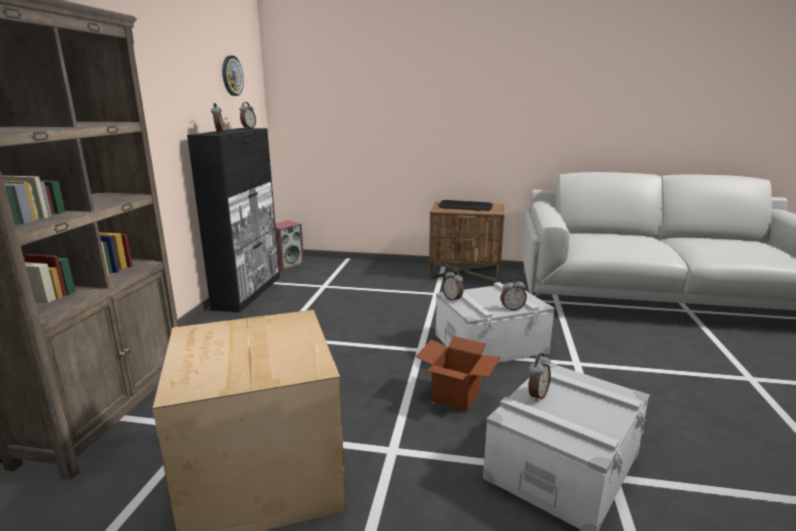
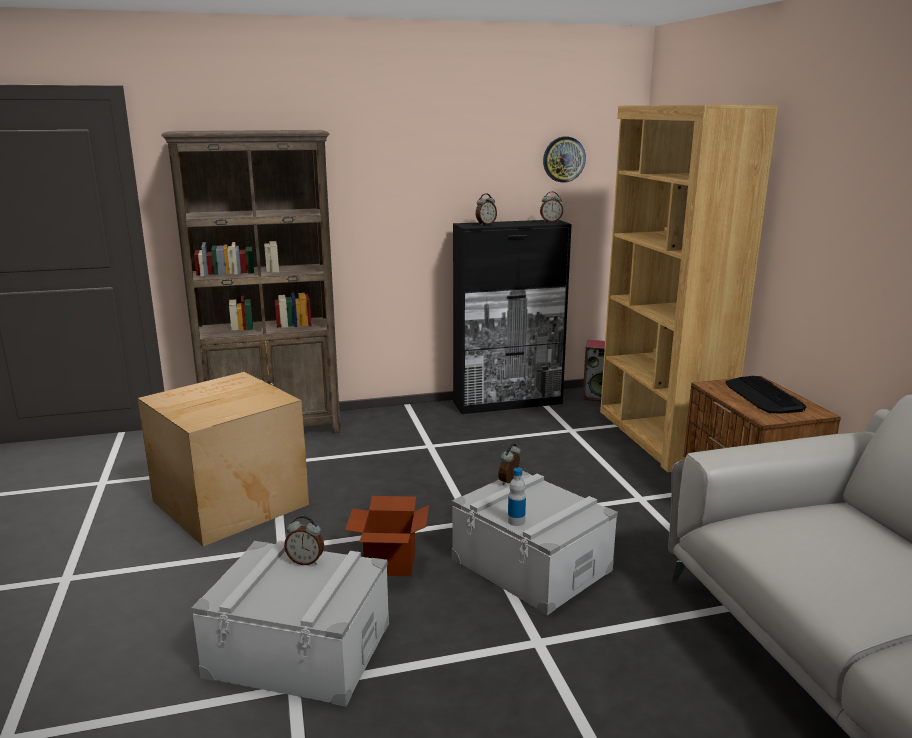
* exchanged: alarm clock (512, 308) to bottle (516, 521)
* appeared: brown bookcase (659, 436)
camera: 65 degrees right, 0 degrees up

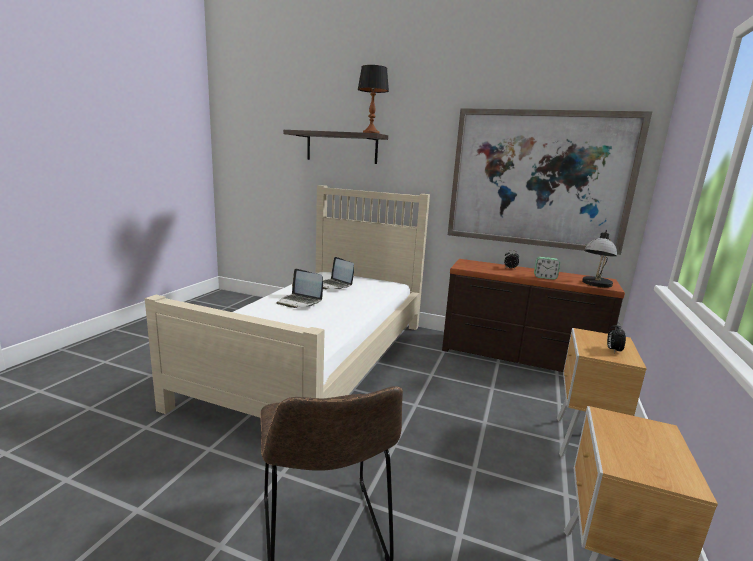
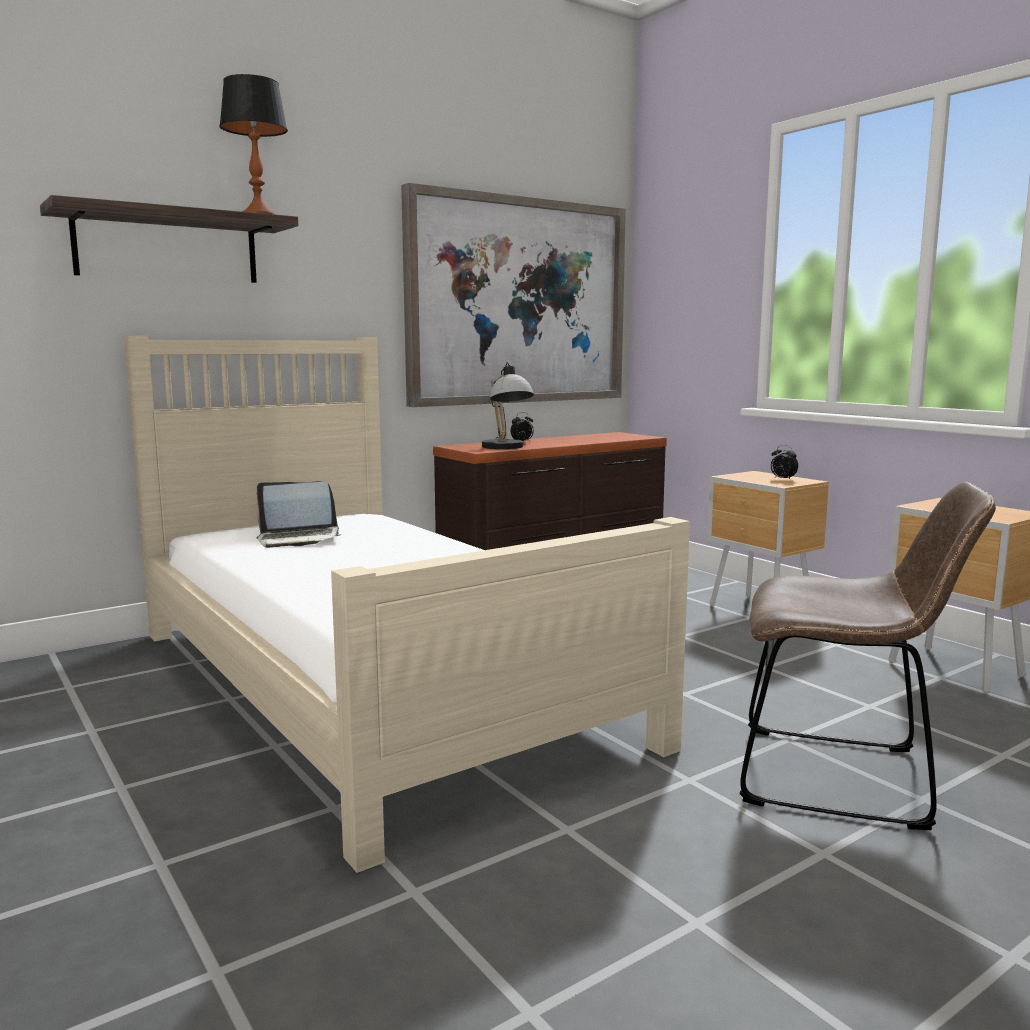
* relocated: table lamp (595, 285) to (506, 448)
* missing: alarm clock (545, 277)
* missing: laptop (300, 302)
camera: 55 degrees left, 5 degrees down

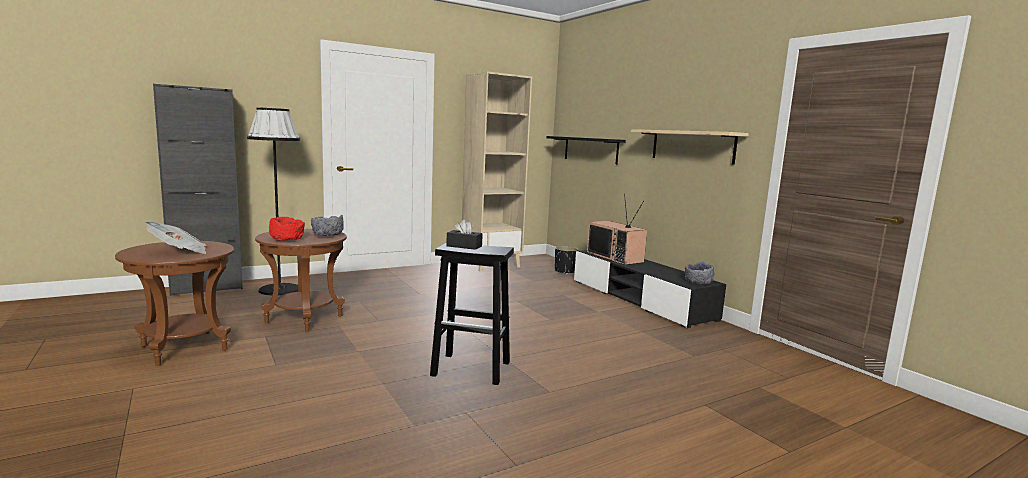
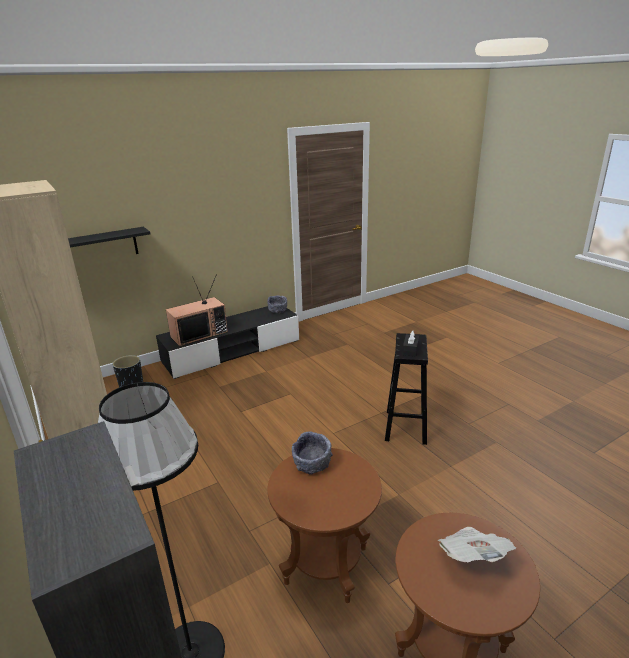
* missing: beige shelf (692, 146)
* missing: red bowl (287, 239)
camera: 90 degrees left, 15 degrees up

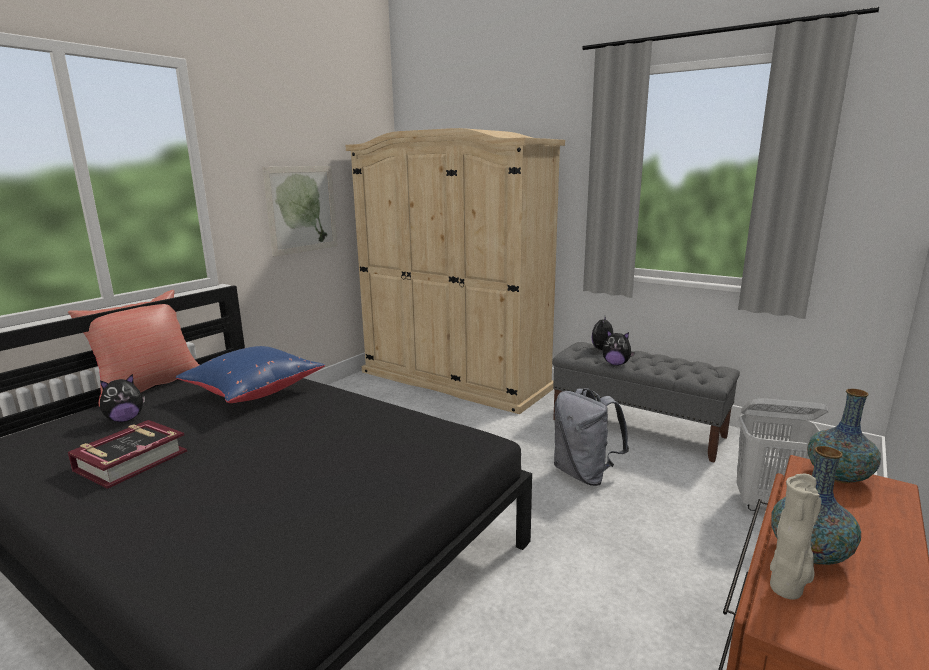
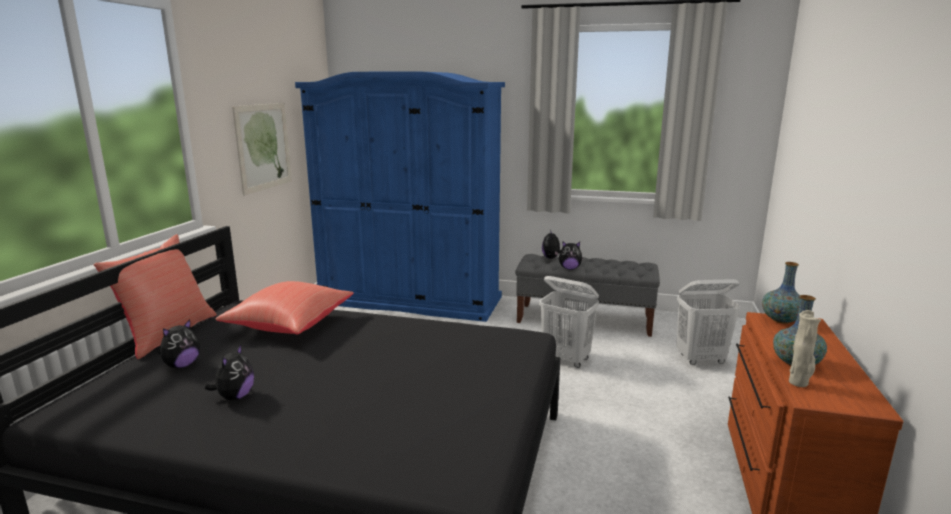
* colour: beige wardrobe (455, 379) to blue wardrobe (409, 300)
* colour: blue pillow (253, 392) to red pillow (289, 325)
* exchanged: grey backpack (584, 474) to white laundry basket (566, 359)
* exchanged: book (131, 461) to plush toy (235, 397)
camera: 20 degrees left, 0 degrees up

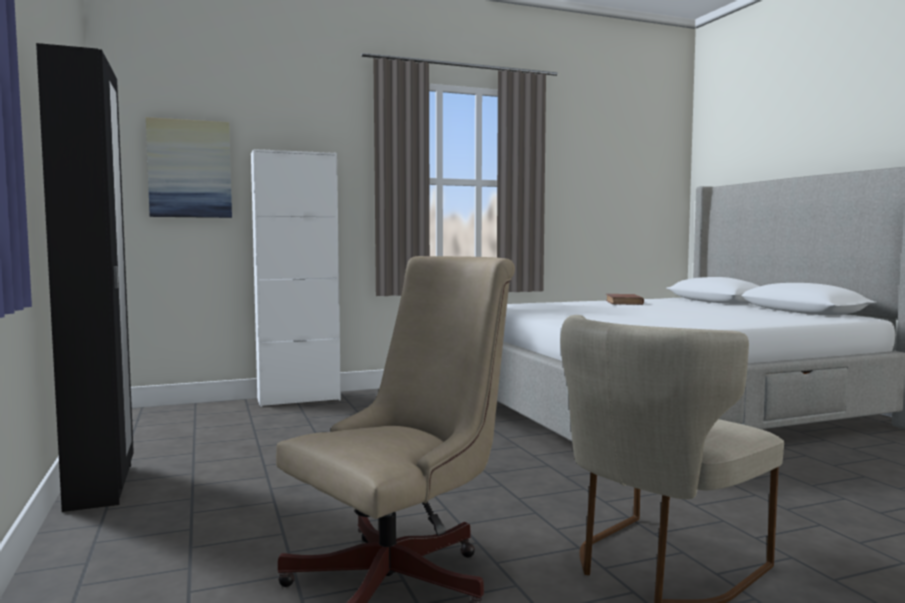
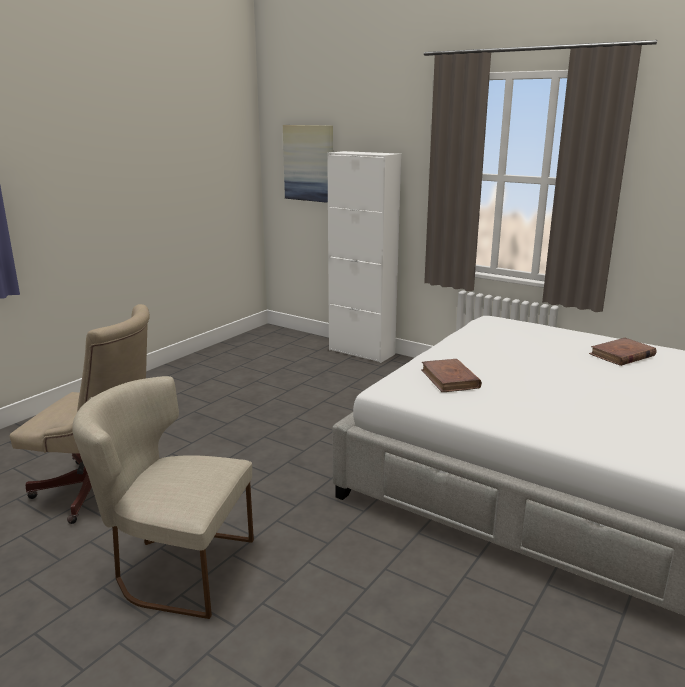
* missing: black wardrobe (101, 486)
* appeared: brown book (450, 379)
camera: 55 degrees right, 15 degrees up

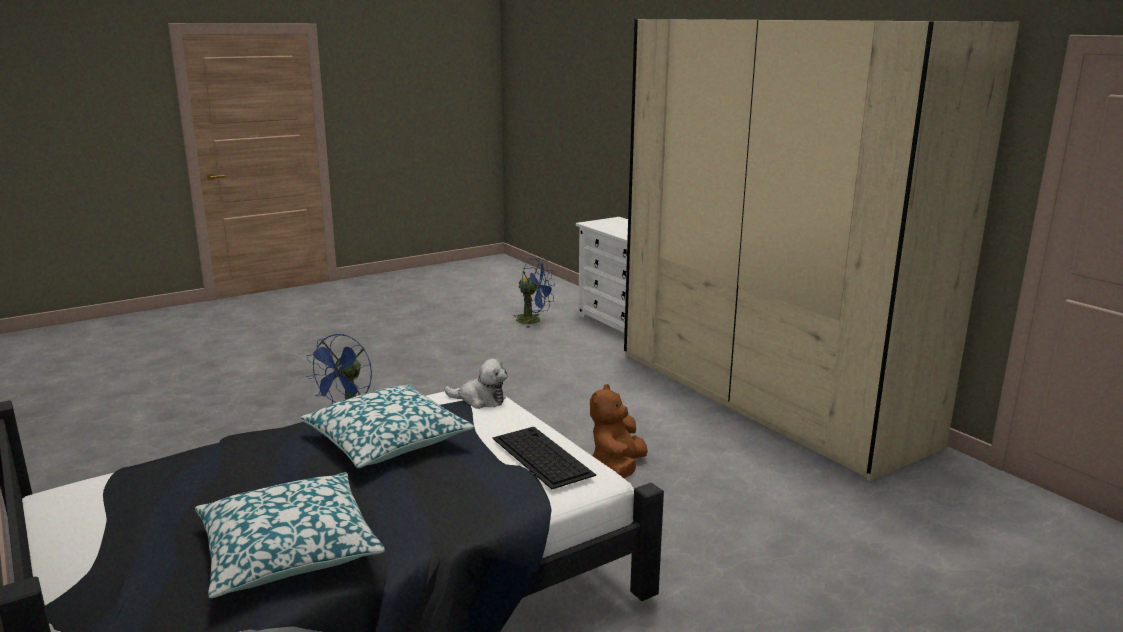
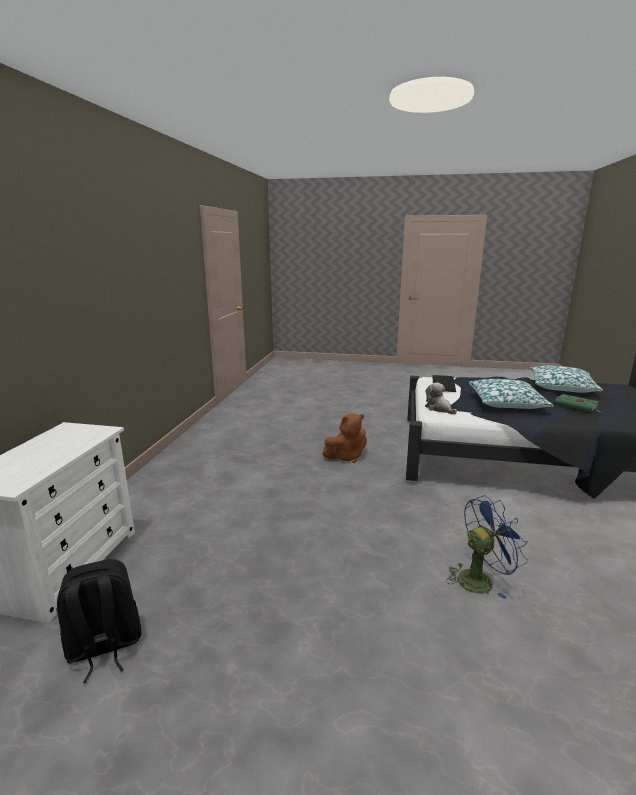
* missing: beige wardrobe (767, 397)
* exchanged: blue fan (534, 321) to black backpack (104, 647)
* appeared: green book (577, 406)
camera: 135 degrees left, 0 degrees up

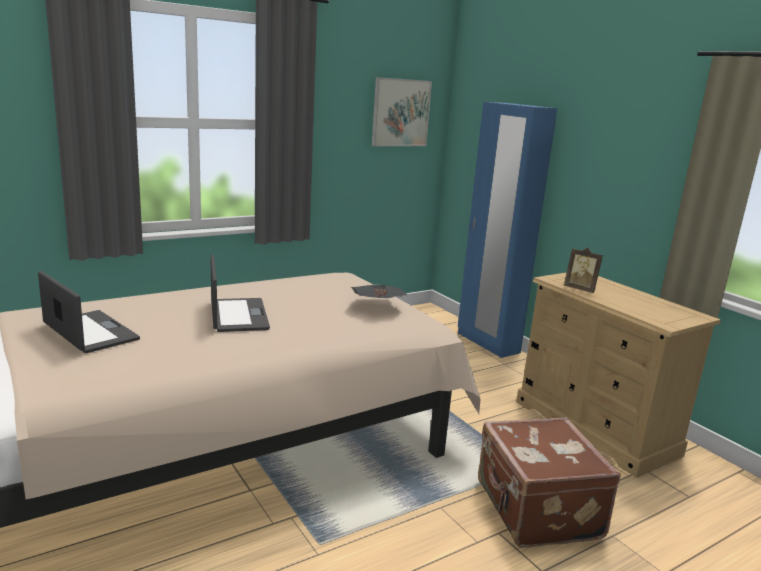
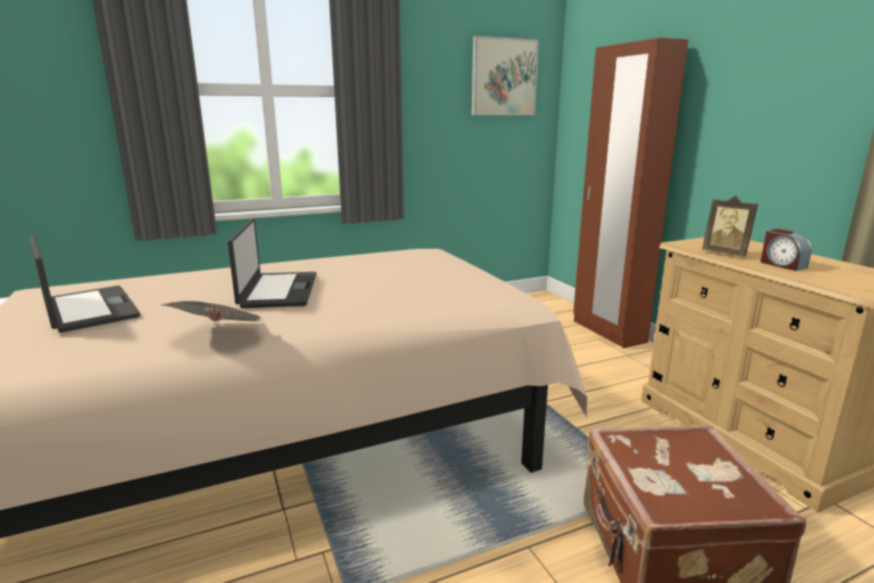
* colour: blue wardrobe (487, 343) to brown wardrobe (608, 331)
* relocated: newspaper (378, 306) to (222, 336)
* appeared: alarm clock (782, 265)
camera: 10 degrees right, 0 degrees up

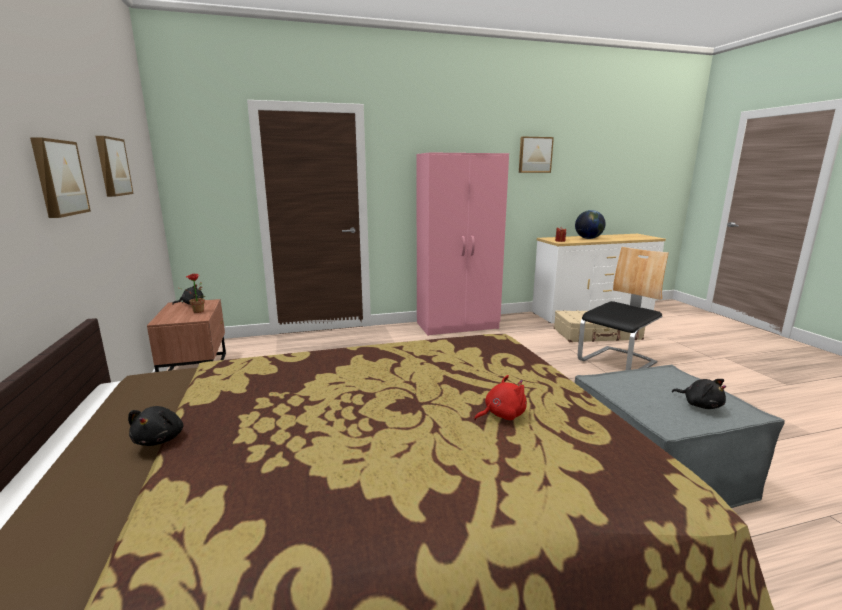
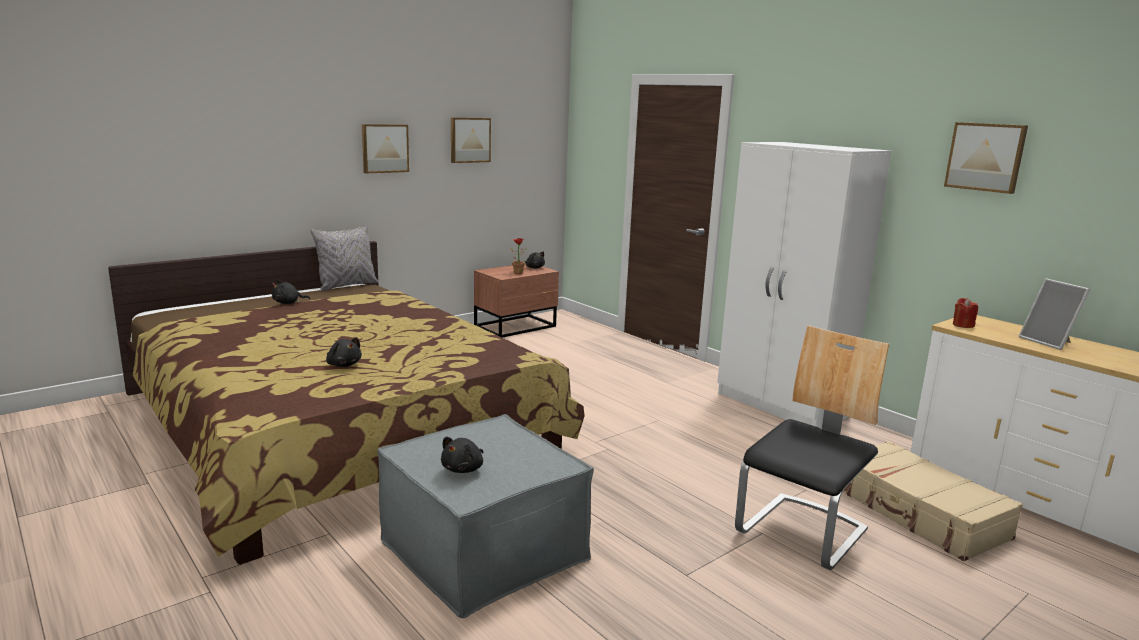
* colour: pink wardrobe (458, 326) to white wardrobe (781, 405)
* exchanged: globe (588, 238) to picture frame (1049, 342)
* spun: chair (617, 362) = (802, 532) 75 degrees counterclockwise
* colour: red plush toy (502, 415) to black plush toy (343, 365)
* appeared: grey pillow (346, 286)
camera: 65 degrees right, 0 degrees up

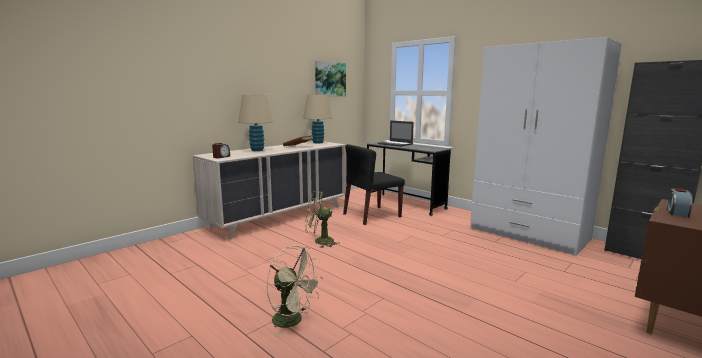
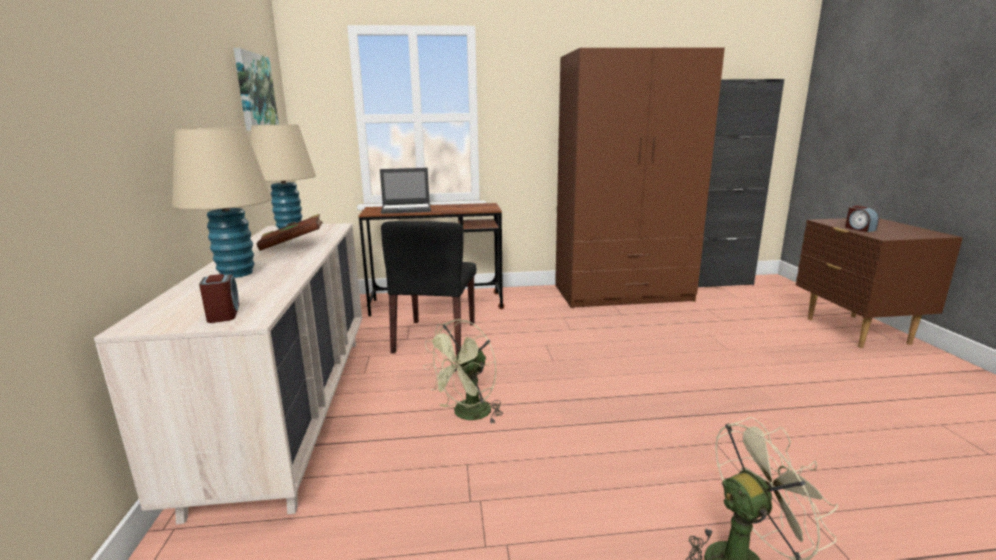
* colour: white wardrobe (528, 234) to brown wardrobe (623, 293)
* colour: grey desk (405, 204) to brown desk (436, 304)
camera: 50 degrees left, 5 degrees up

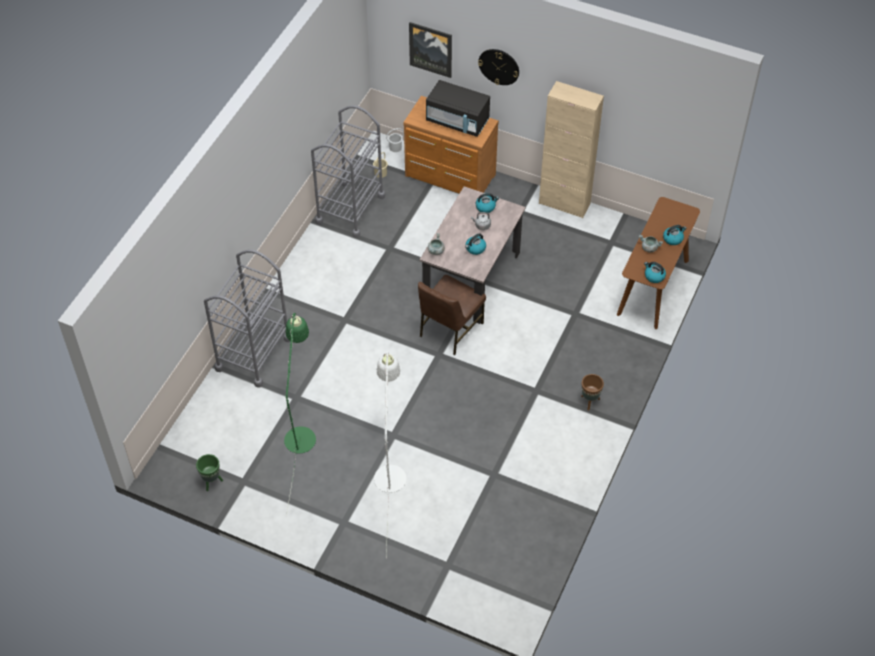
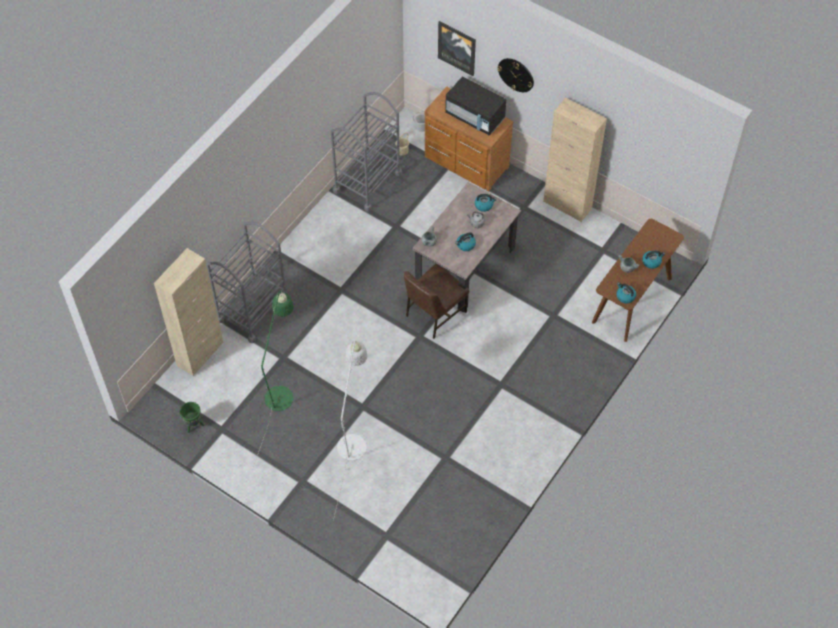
* missing: brown planter (590, 402)
* appeared: beige cabinet (200, 354)
camera: 10 degrees right, 5 degrees up

